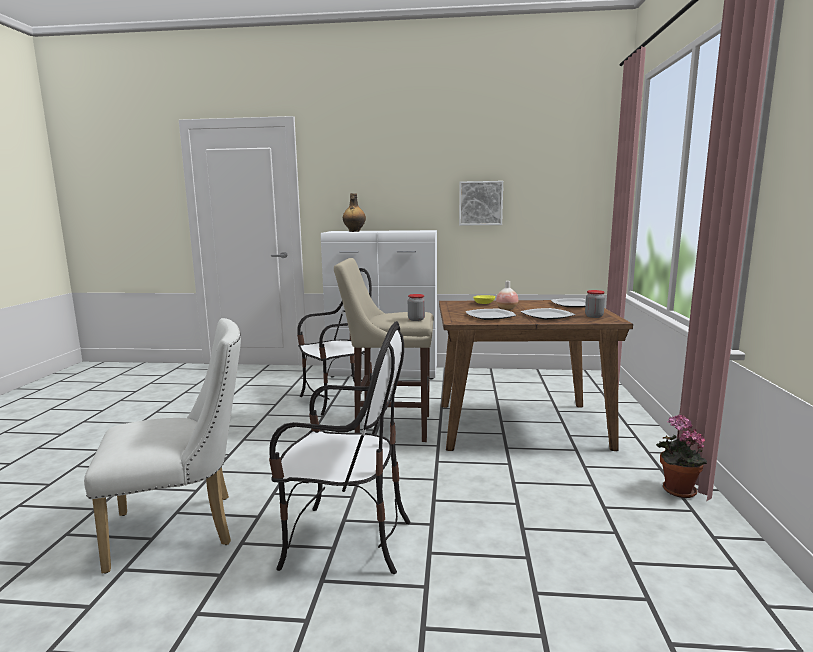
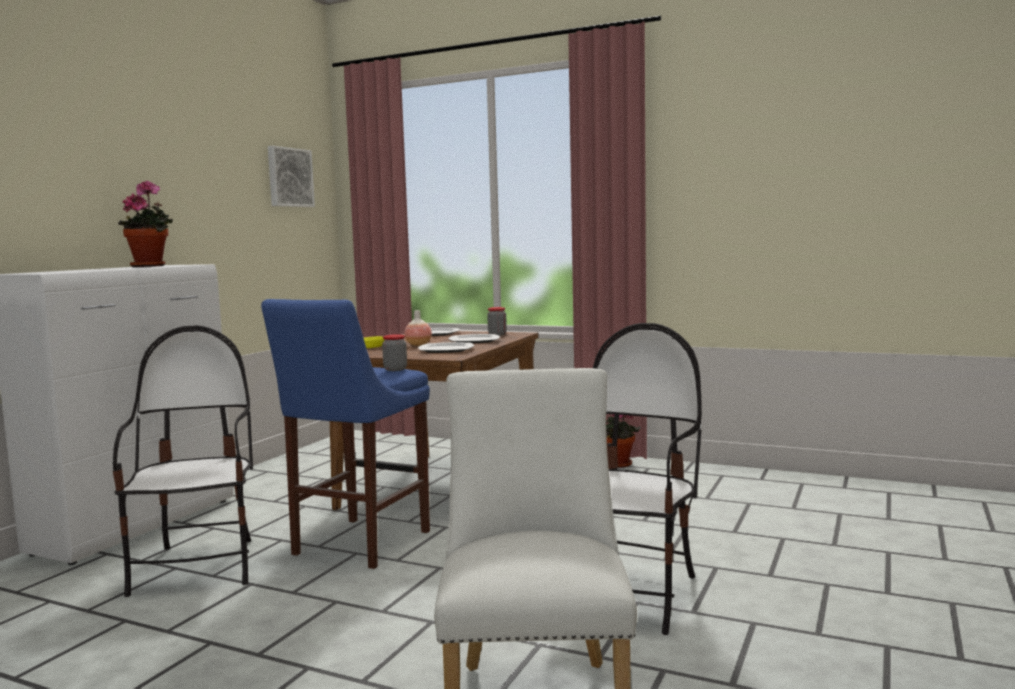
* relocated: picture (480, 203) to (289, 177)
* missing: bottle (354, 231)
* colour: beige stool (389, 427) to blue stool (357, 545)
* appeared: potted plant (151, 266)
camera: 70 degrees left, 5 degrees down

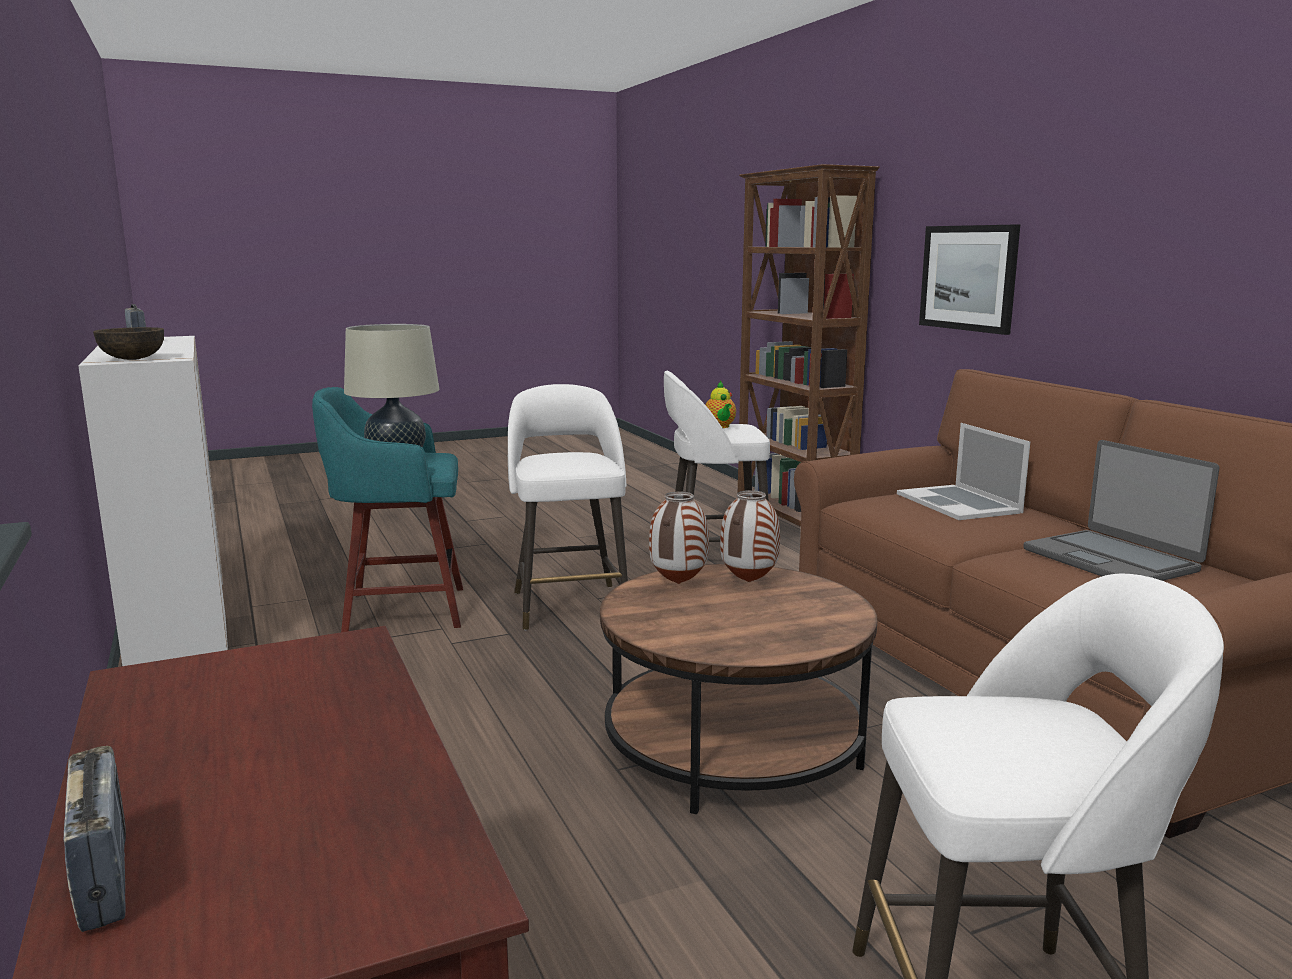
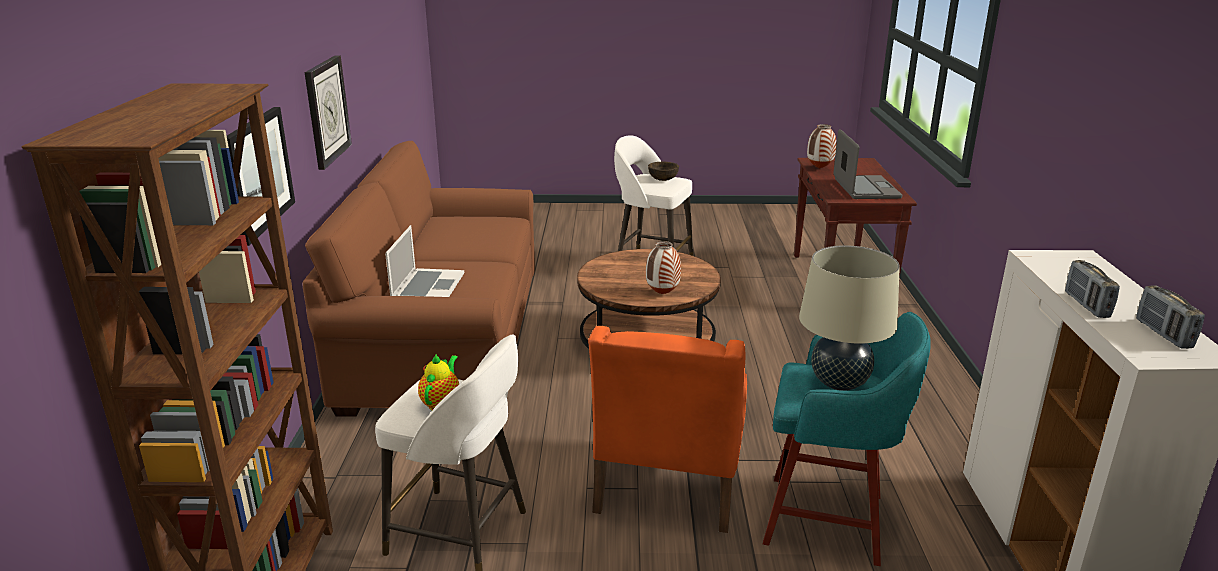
* relocated: brown bowl (133, 359) to (663, 179)
* exchanged: white stool (570, 604) to orange armchair (668, 485)
* relocated: laptop (1111, 560) to (865, 189)
* relocated: vase (749, 582) to (819, 168)
* relocated: radio (104, 878) to (1086, 305)
* appeared: wall clock (327, 111)
camera: 155 degrees left, 10 degrees up

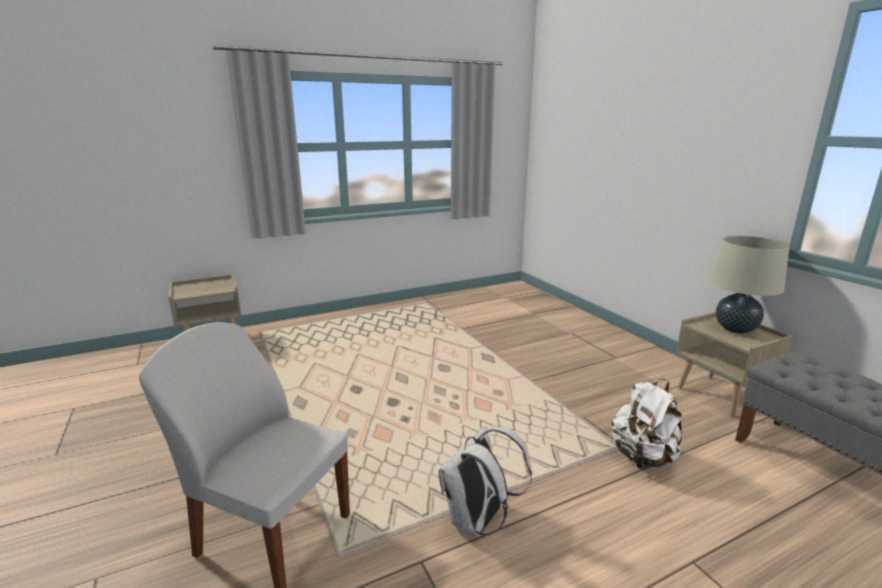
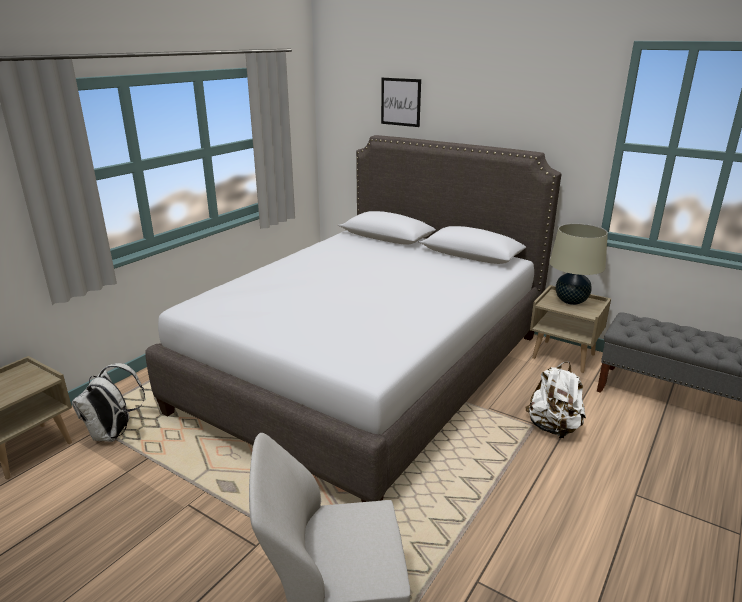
* relocated: white backpack (478, 521) to (114, 434)
* appeared: picture (400, 102)
* appeared: grey bed (368, 371)
camera: 30 degrees left, 5 degrees up

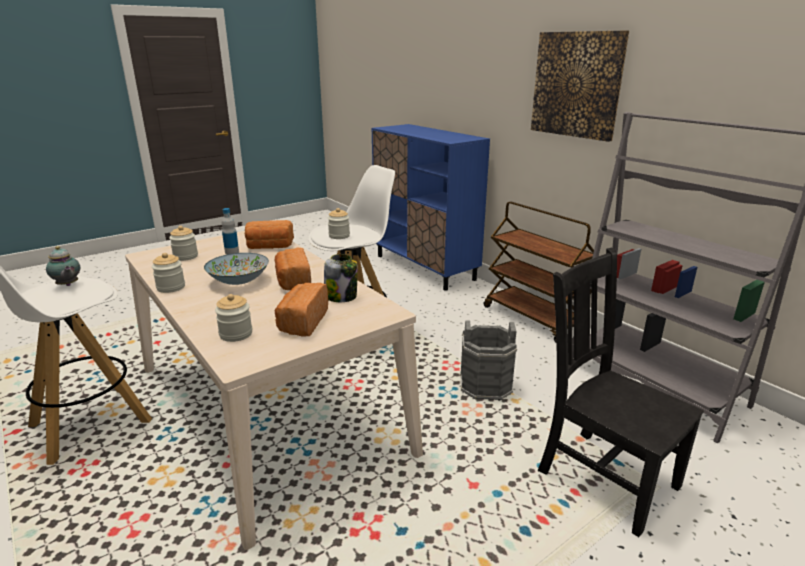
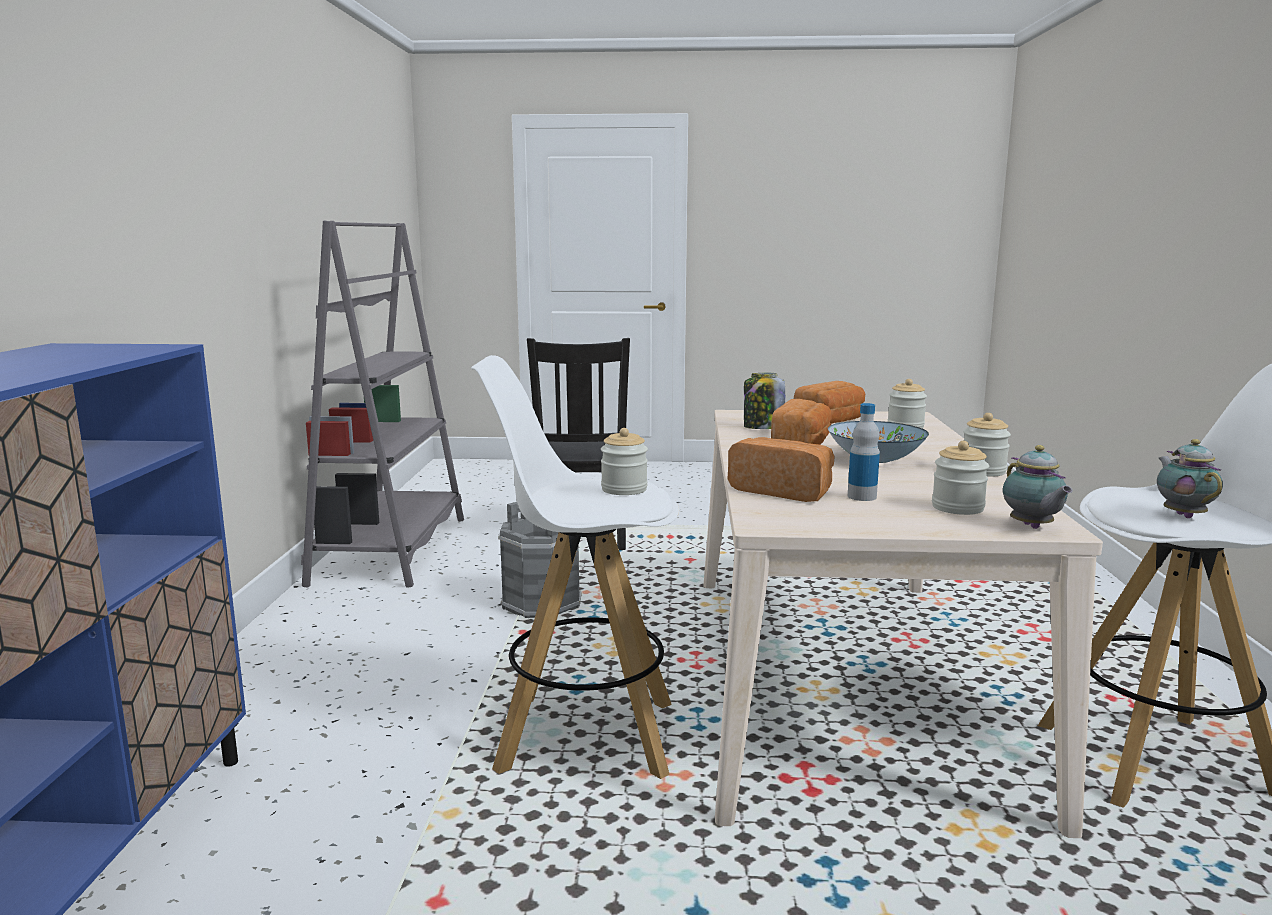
* missing: picture (576, 85)
* missing: brown cart (534, 318)
* appeared: teapot (1032, 527)
camera: 140 degrees left, 10 degrees down

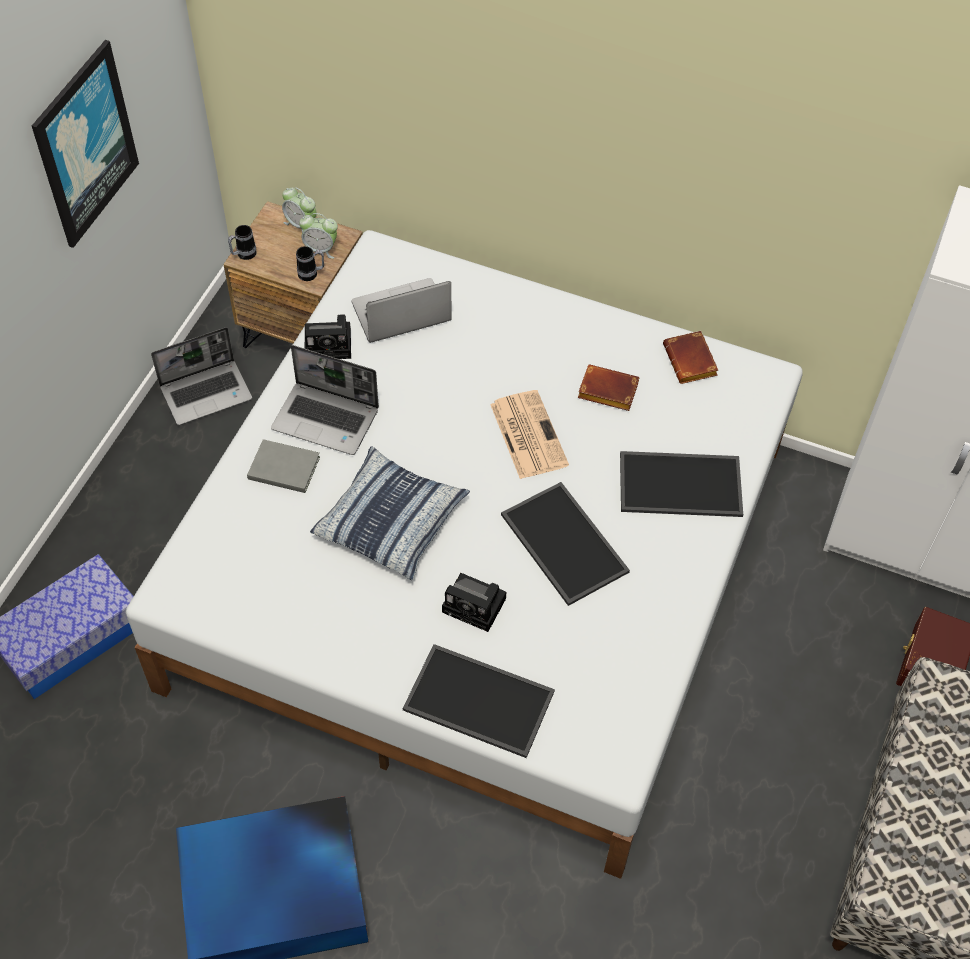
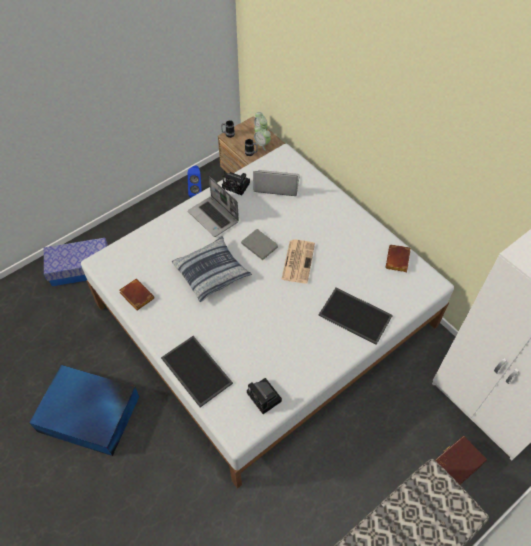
* missing: picture (84, 144)
* exchanged: laptop (207, 392) to blue speaker (196, 192)
* relocated: brown book (606, 392) to (136, 296)
* relocated: grey book (282, 467) to (259, 244)
* missing: tray (561, 543)
* relocated: photo camera (476, 606) to (265, 398)
camera: 30 degrees right, 0 degrees up

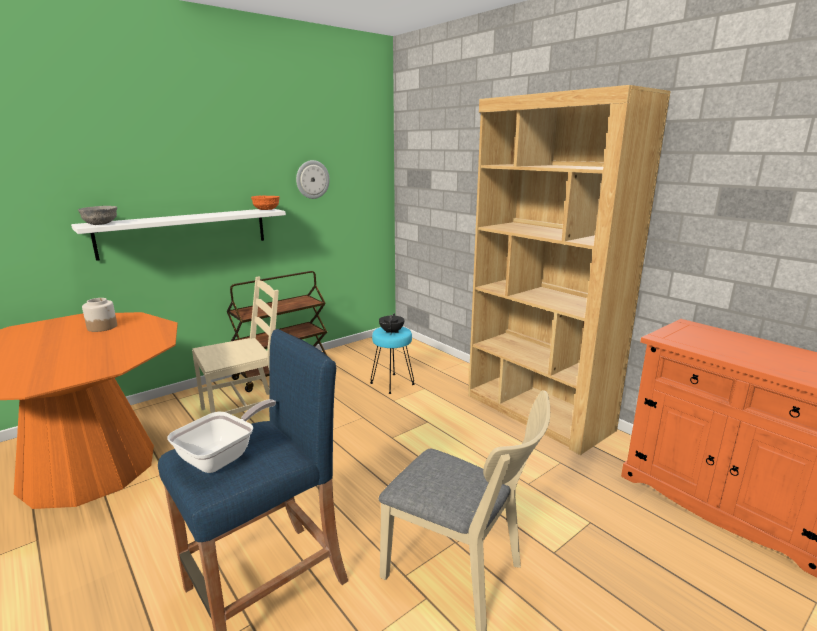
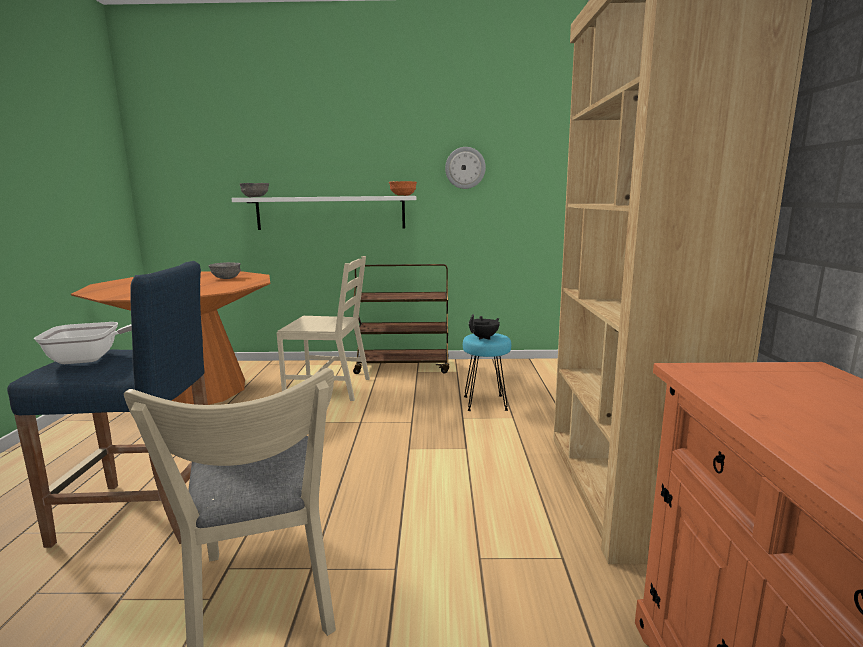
* exchanged: jar (102, 327) to grey bowl (226, 278)
camera: 40 degrees right, 5 degrees down

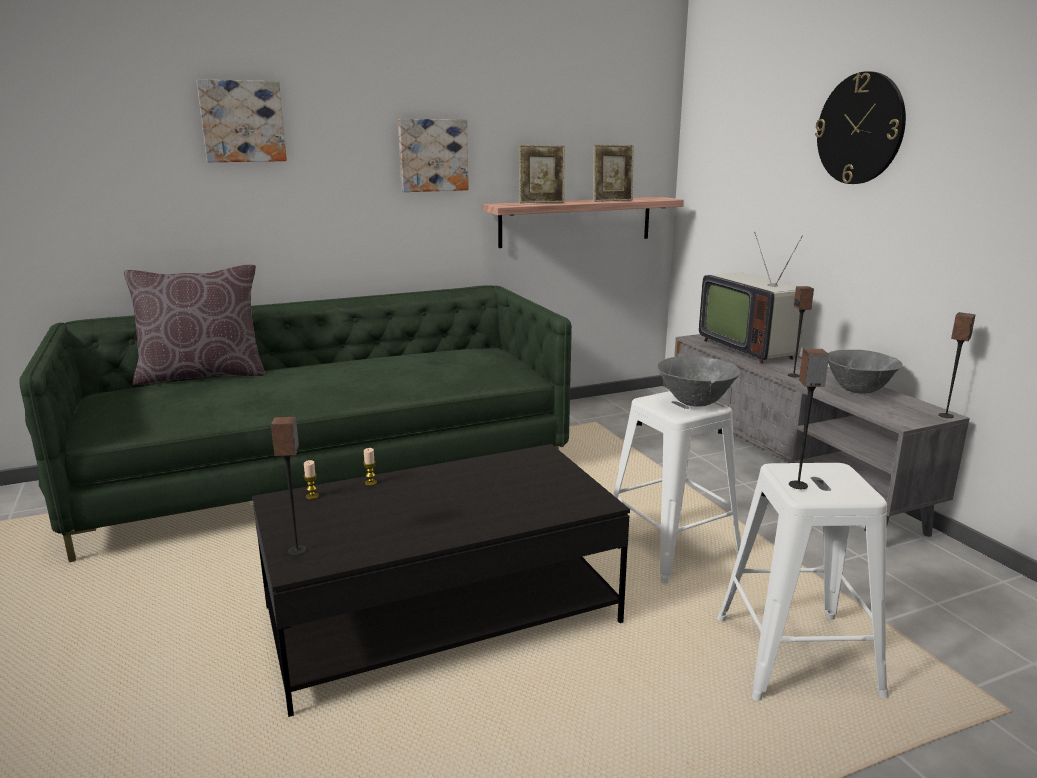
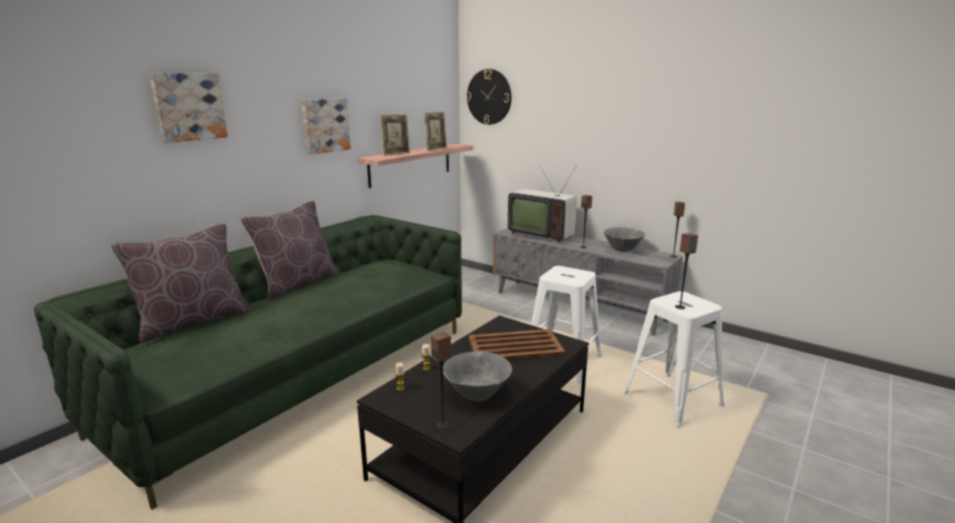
* relocated: wall clock (860, 129) to (489, 97)
* relocated: grey bowl (696, 403) to (477, 395)
* appeared: brown pillow (297, 283)
* appeared: brown tray (514, 347)
camera: 30 degrees left, 0 degrees up

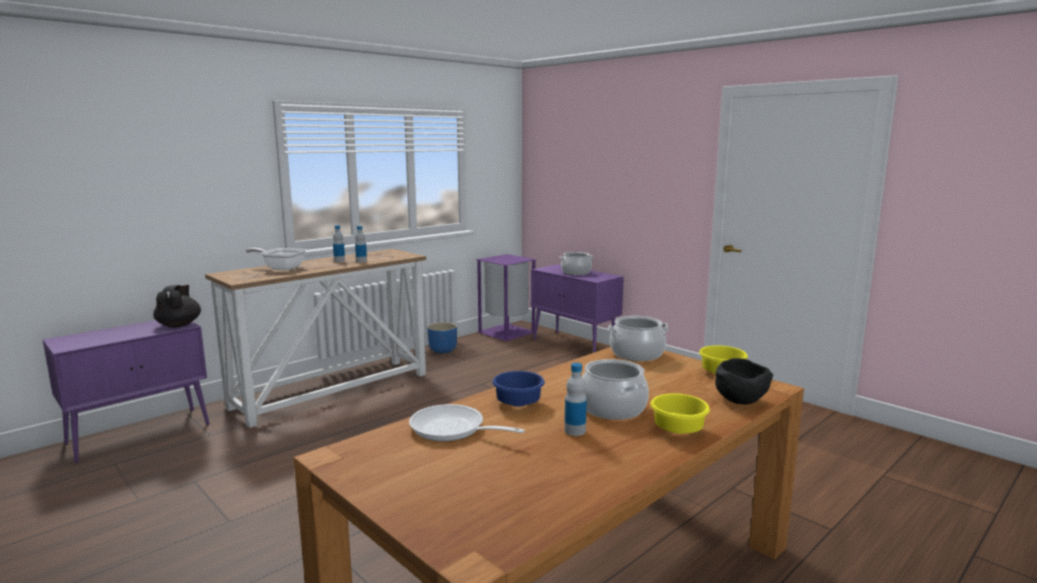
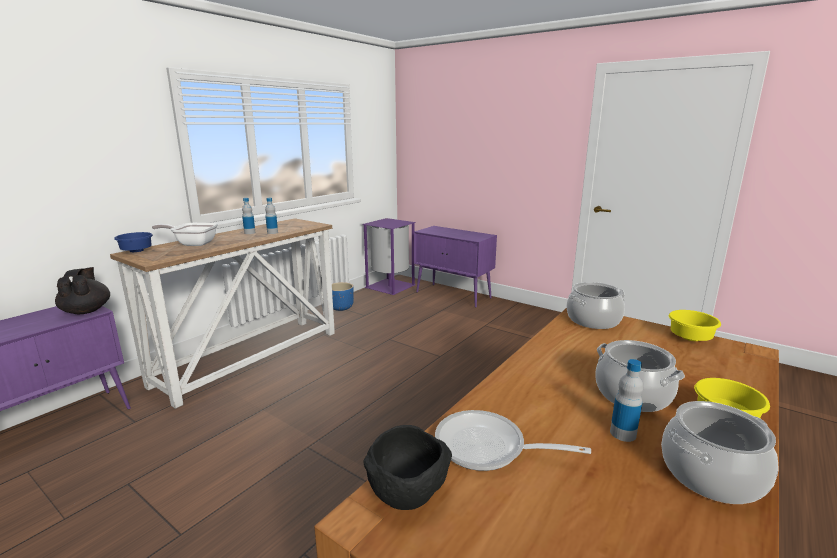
* relocated: cooking pot (576, 272) to (712, 475)
* relocated: black bowl (741, 401) to (408, 493)
* relocated: blue bowl (518, 404) to (136, 251)
camera: 10 degrees left, 5 degrees up

